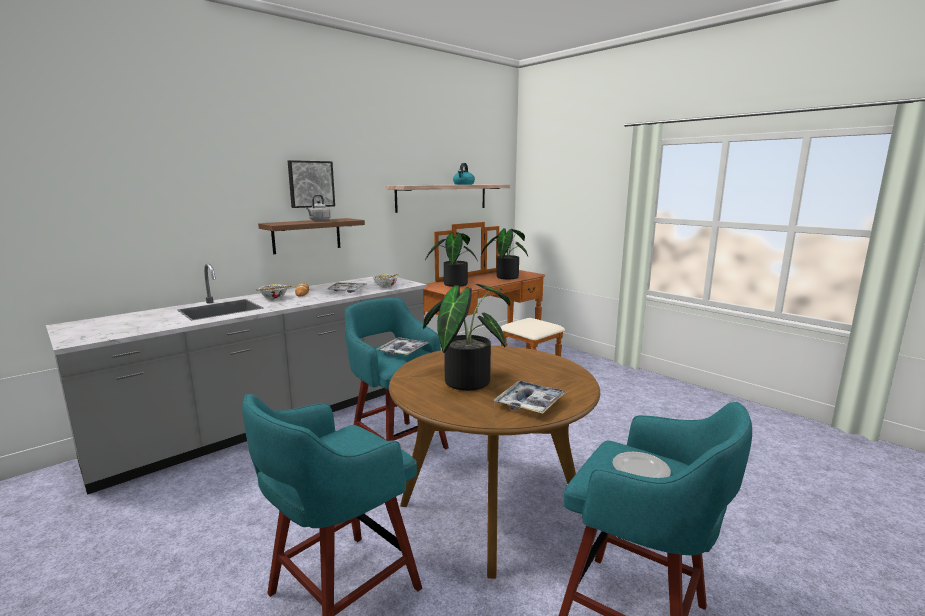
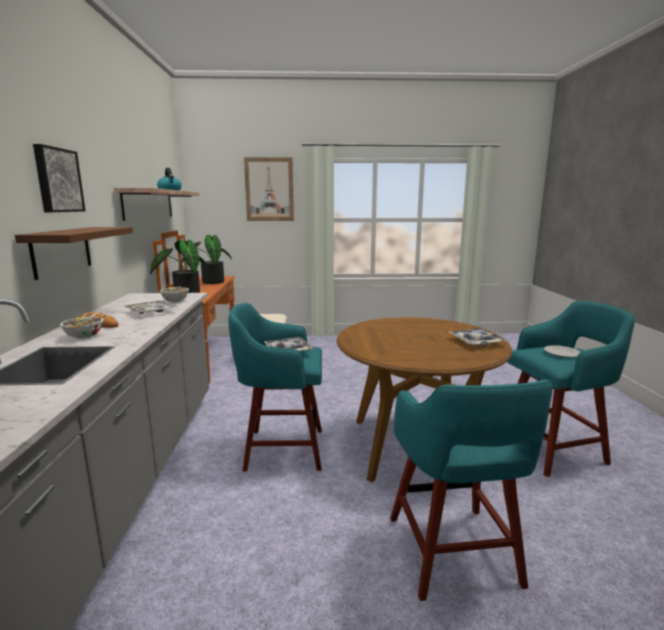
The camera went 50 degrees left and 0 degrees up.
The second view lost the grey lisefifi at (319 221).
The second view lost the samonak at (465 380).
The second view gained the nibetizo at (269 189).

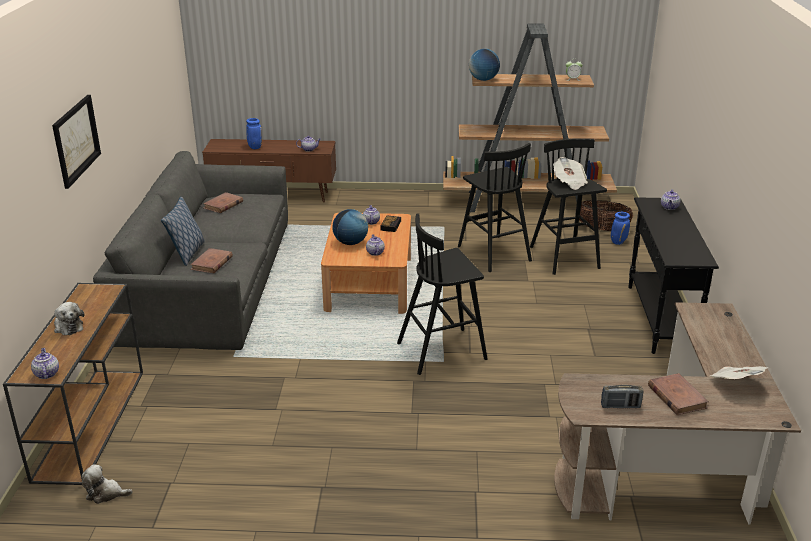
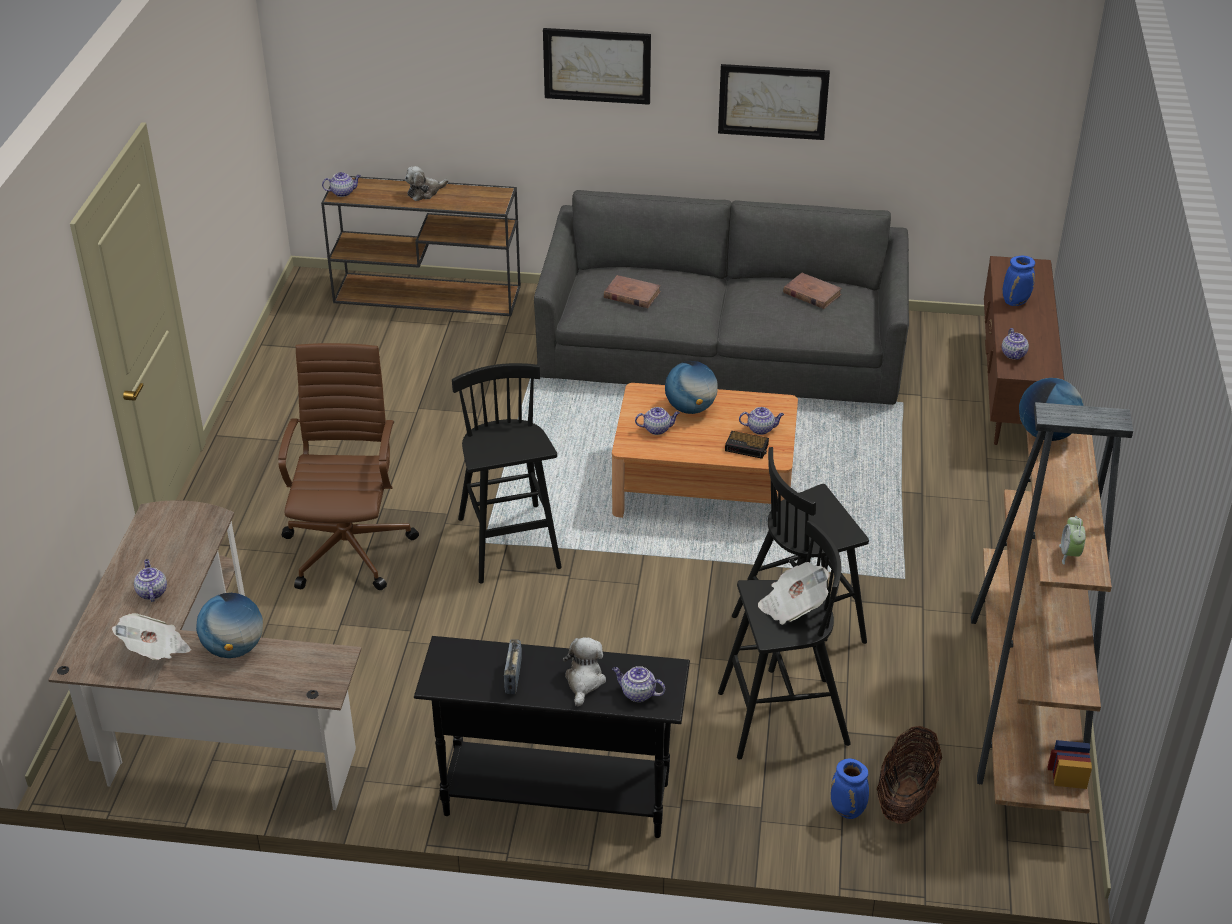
The camera went 95 degrees right and 10 degrees up.
The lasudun ended up elsewhere, having gone from (105 493) to (584 681).
The second view lost the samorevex at (187 253).
The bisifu ended up elsewhere, having gone from (620 406) to (513 677).
Where the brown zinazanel stood at (676 396), the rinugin came to stand at (151 592).
The second view gained the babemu at (234 648).
The second view gained the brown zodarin at (349 547).
The second view gained the nibetizo at (773 101).

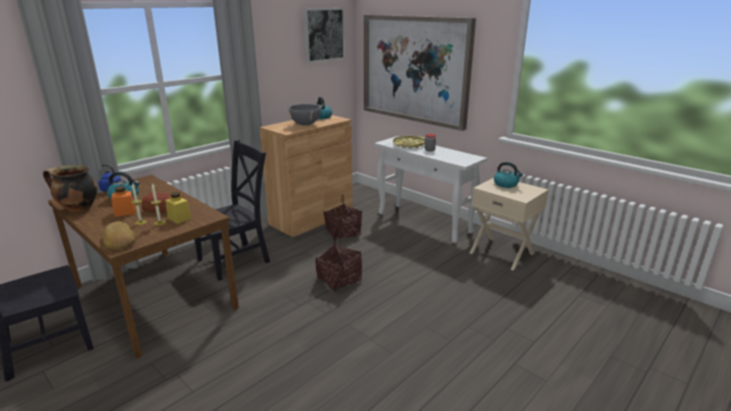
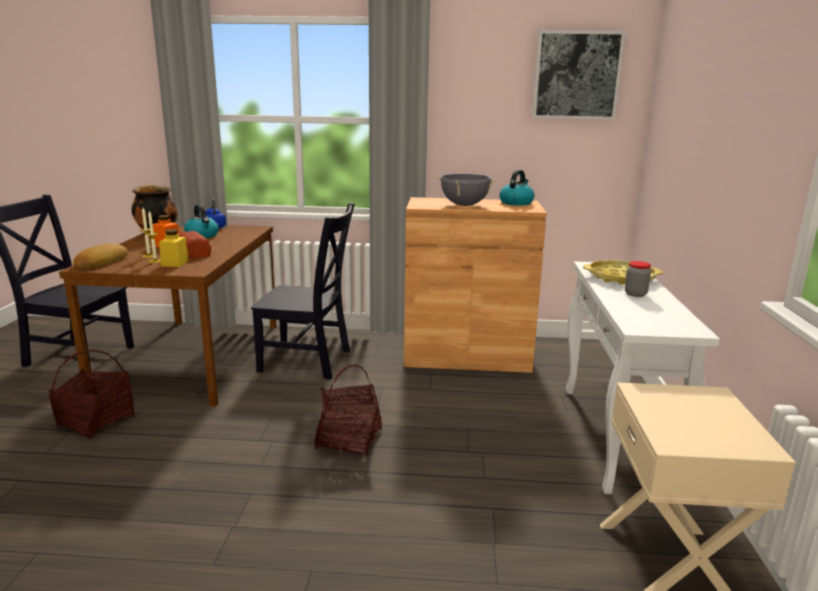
The camera went 50 degrees right and 5 degrees down.
The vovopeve ended up elsewhere, having gone from (343 232) to (97 421).
The second view lost the nibetizo at (415 69).
The second view lost the lisefifi at (506 184).

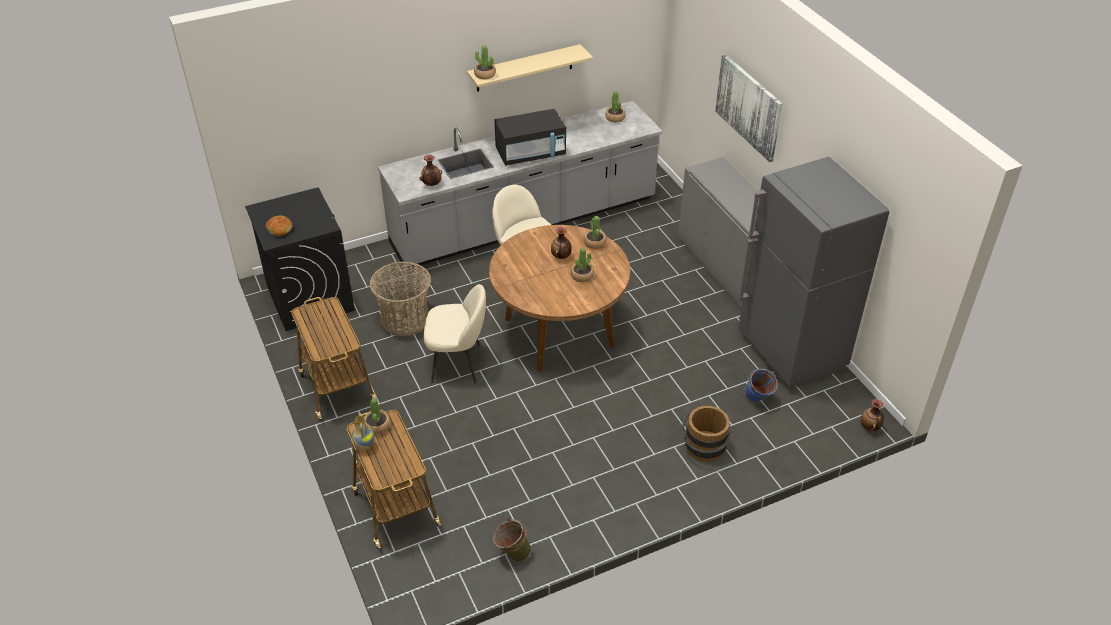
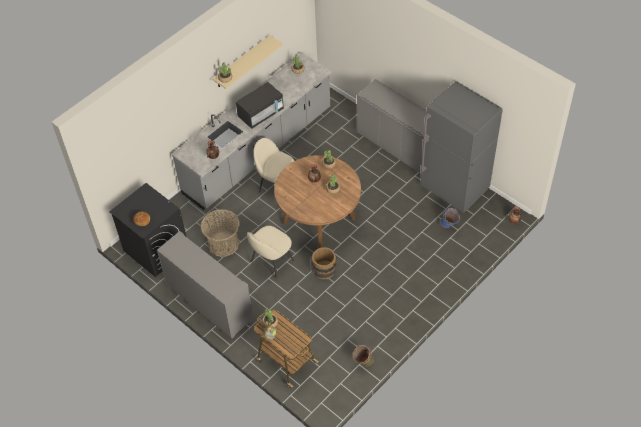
The camera went 20 degrees left and 10 degrees up.
Where the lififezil stood at (337 387), the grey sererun came to stand at (209 302).
The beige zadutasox at (458 363) ended up facing another way, 150 degrees clockwise from before.
The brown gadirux ended up elsewhere, having gone from (703 450) to (324 272).
The second view lost the nibetizo at (748 107).

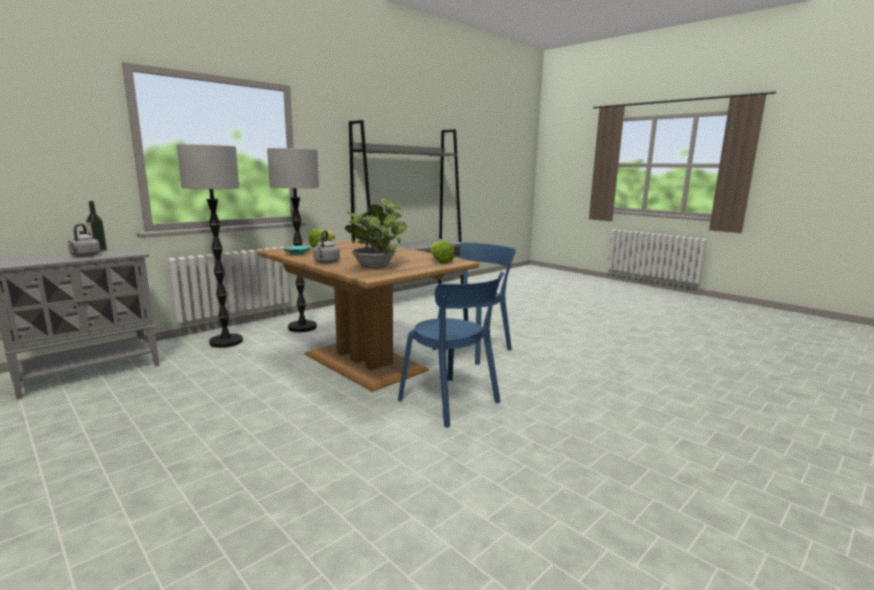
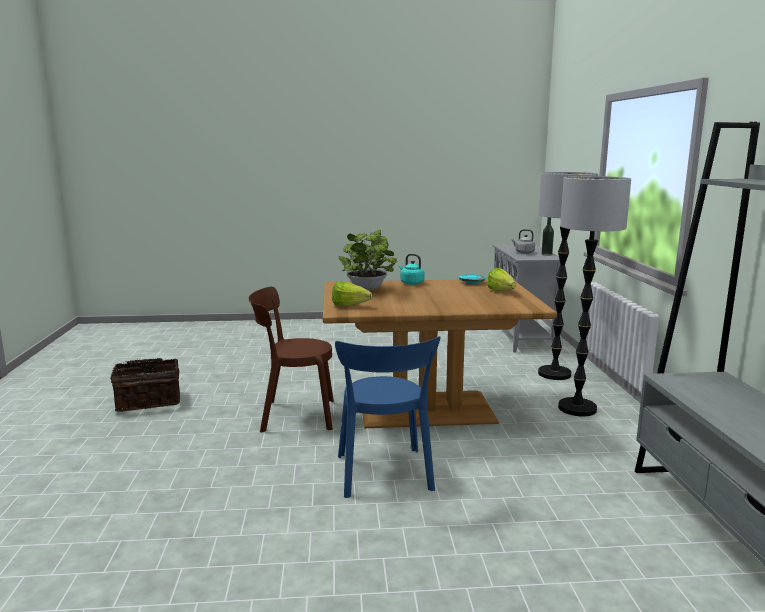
The camera went 130 degrees right and 0 degrees up.
What was the grey lisefifi at (326 262) turned into the turquoise lisefifi at (411 283).
What was the blue zadutasox at (452 402) turned into the brown zadutasox at (293 415).
The second view gained the vovopeve at (149 401).

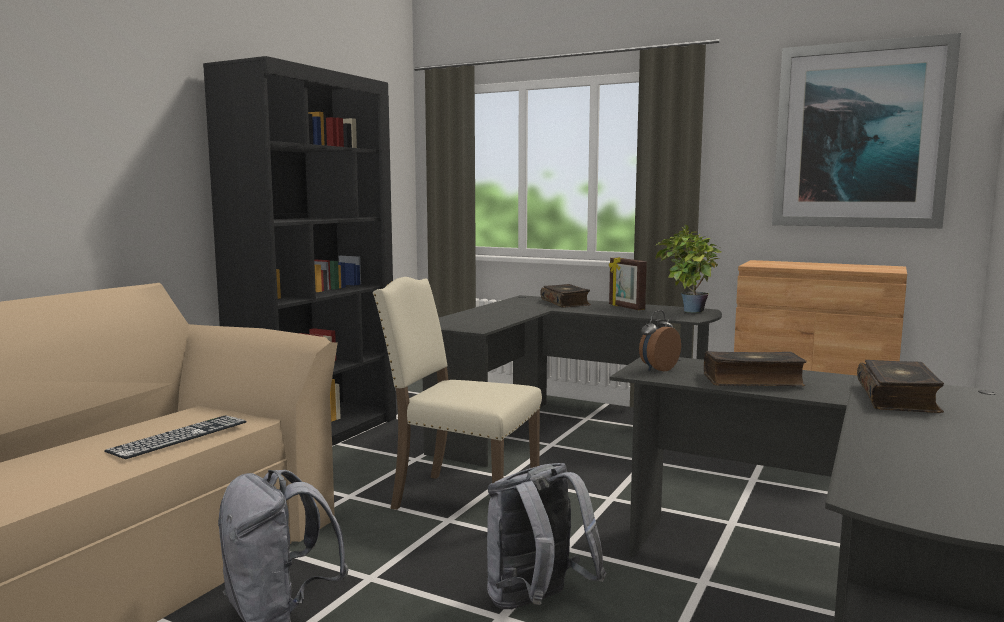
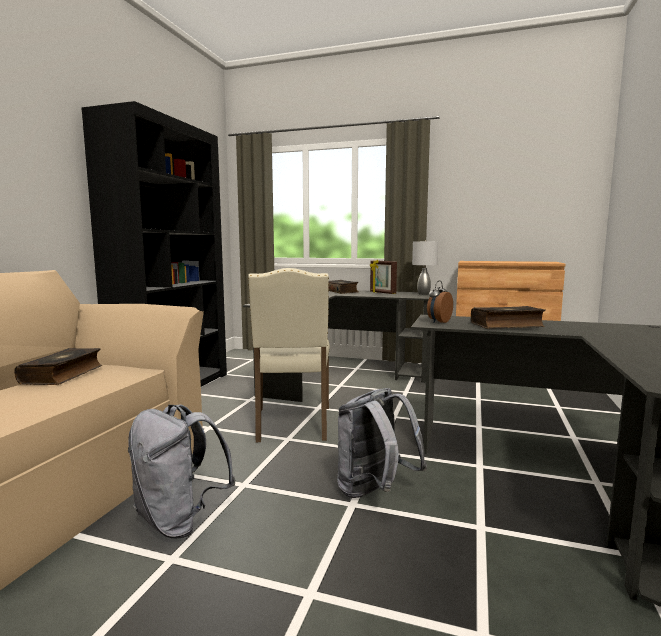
The camera went 10 degrees left and 0 degrees up.
The second view lost the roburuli at (179 436).
The beige zadutasox at (461 499) ended up facing another way, 105 degrees counterclockwise from before.
Where the samonak stood at (687 311), the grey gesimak came to stand at (423 294).
The second view lost the nibetizo at (860 136).
The zinazanel ended up elsewhere, having gone from (898 398) to (63 375).

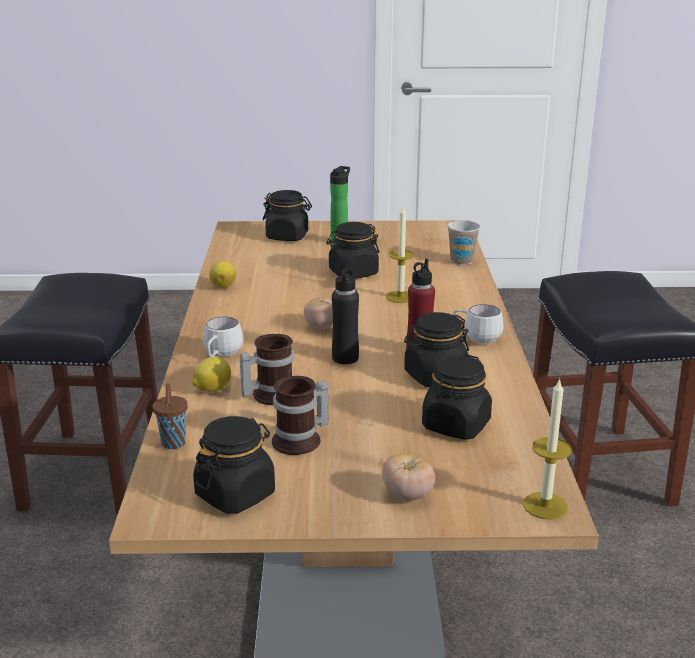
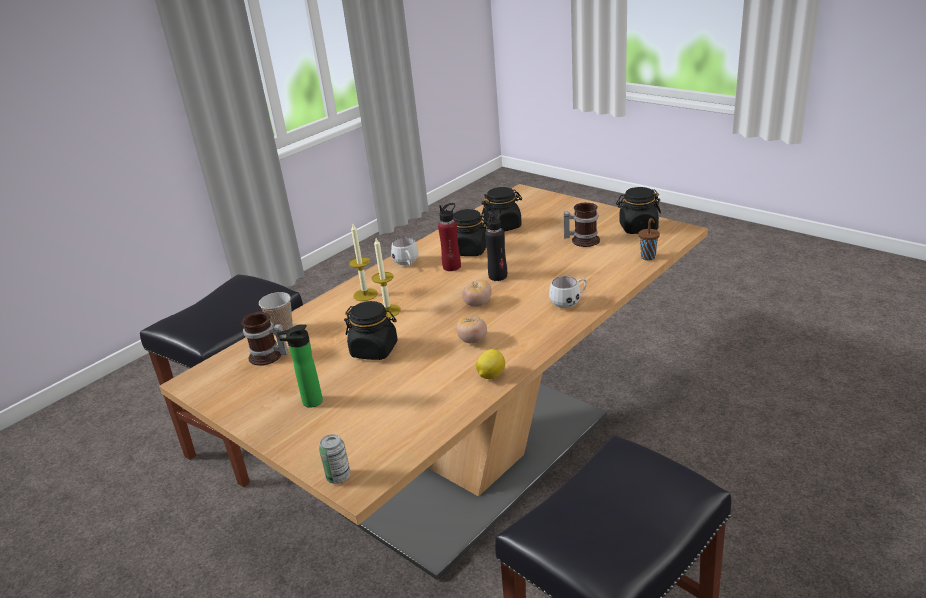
The camera went 135 degrees left and 5 degrees up.
The second view lost the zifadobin at (212 389).
The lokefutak ended up elsewhere, having gone from (270 394) to (268 357).
The second view lost the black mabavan at (287 236).
The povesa ended up elsewhere, having gone from (407 495) to (472 340).
The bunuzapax ended up elsewhere, having gone from (545 505) to (365 295).
The second view gained the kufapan at (338 477).

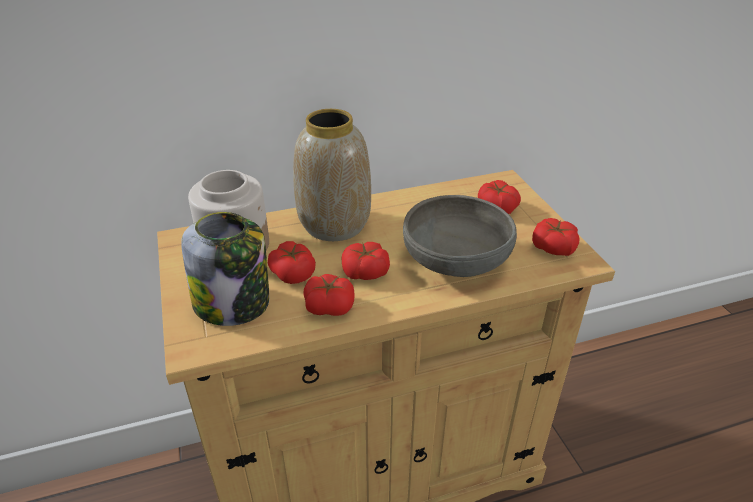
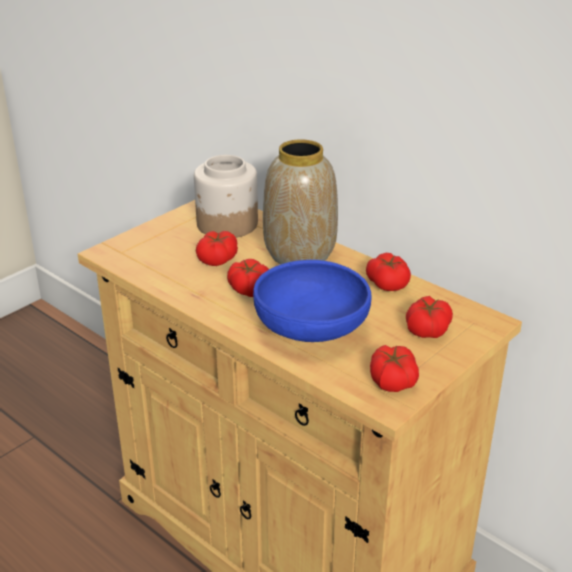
The camera went 60 degrees right and 5 degrees down.
The second view lost the mabavan at (234 303).
The povesa ended up elsewhere, having gone from (329 306) to (387 283).
What was the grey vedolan at (455 260) turned into the blue vedolan at (310 328).

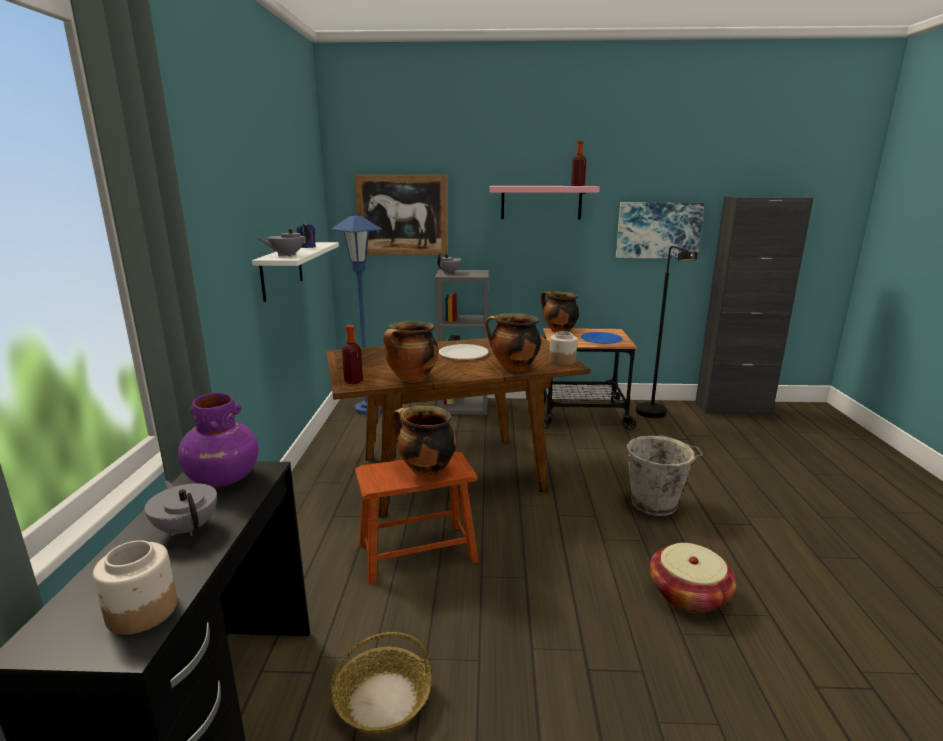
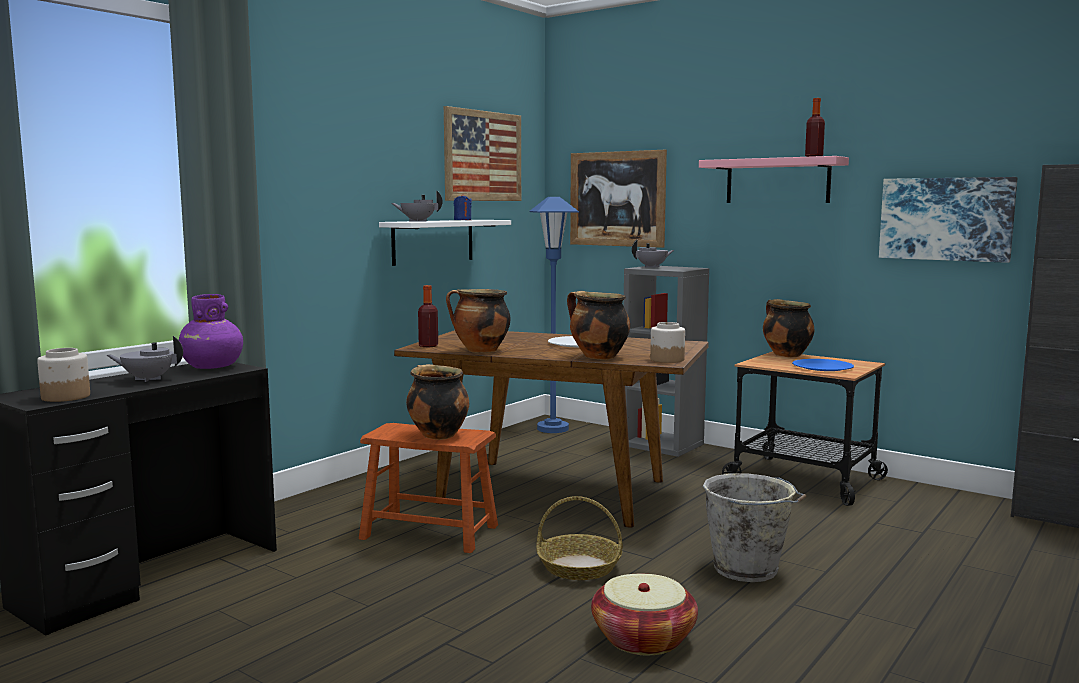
The camera went 35 degrees right and 10 degrees down.
The grey rinugin at (187 528) ended up facing another way, 90 degrees counterclockwise from before.
The vovopeve ended up elsewhere, having gone from (383 700) to (579 567).
The second view lost the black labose at (655 416).
The second view gained the nibetizo at (483 156).

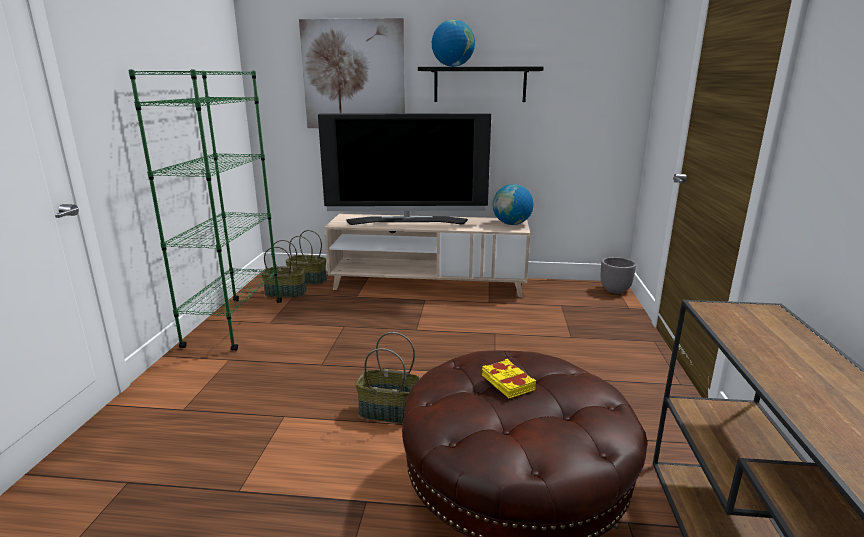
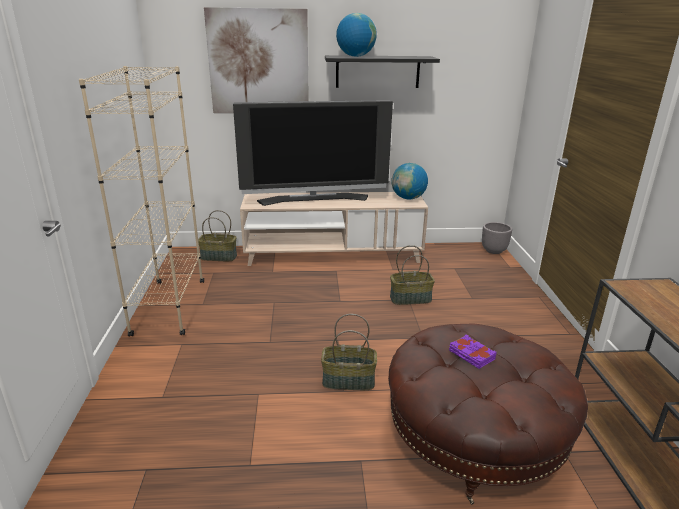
The camera went 10 degrees left and 5 degrees up.
What was the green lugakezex at (234 323) turned into the beige lugakezex at (169 307).
The vovopeve ended up elsewhere, having gone from (286 293) to (410 298).
What was the yellow zinazanel at (507 383) turned into the purple zinazanel at (471 355).

